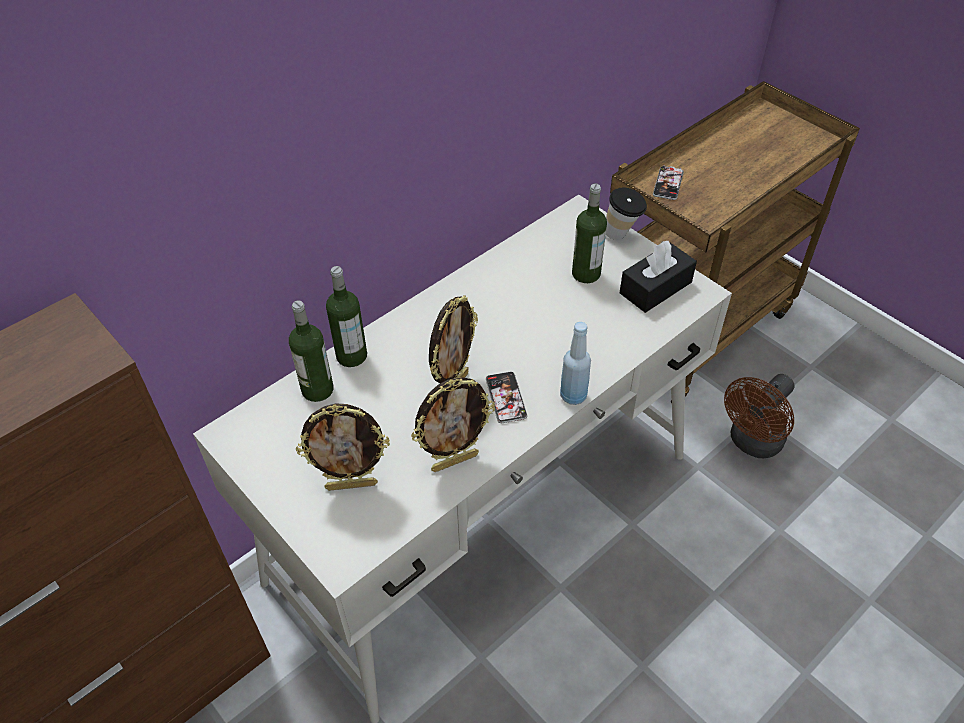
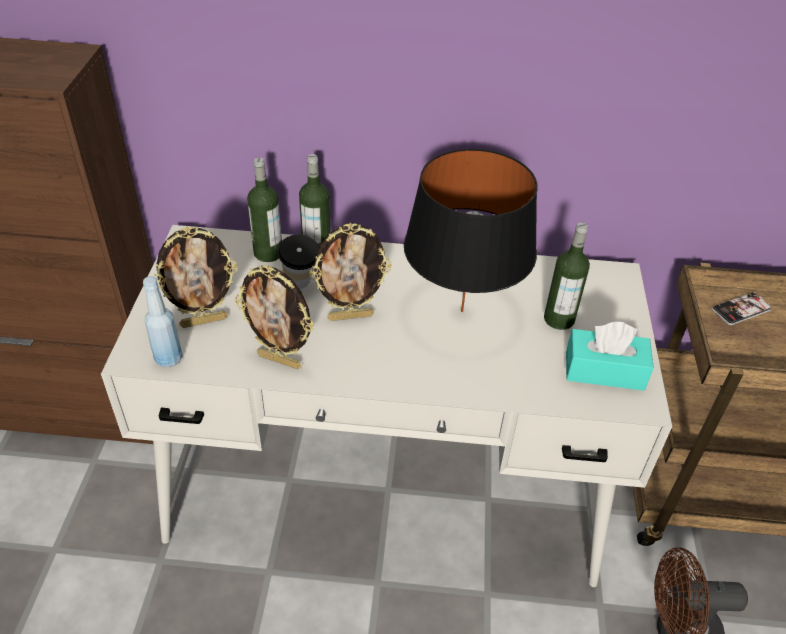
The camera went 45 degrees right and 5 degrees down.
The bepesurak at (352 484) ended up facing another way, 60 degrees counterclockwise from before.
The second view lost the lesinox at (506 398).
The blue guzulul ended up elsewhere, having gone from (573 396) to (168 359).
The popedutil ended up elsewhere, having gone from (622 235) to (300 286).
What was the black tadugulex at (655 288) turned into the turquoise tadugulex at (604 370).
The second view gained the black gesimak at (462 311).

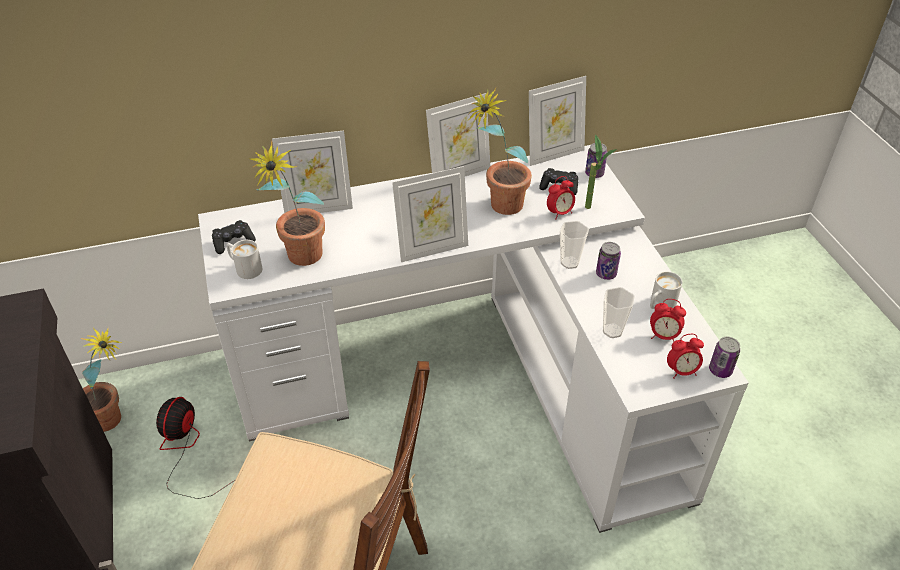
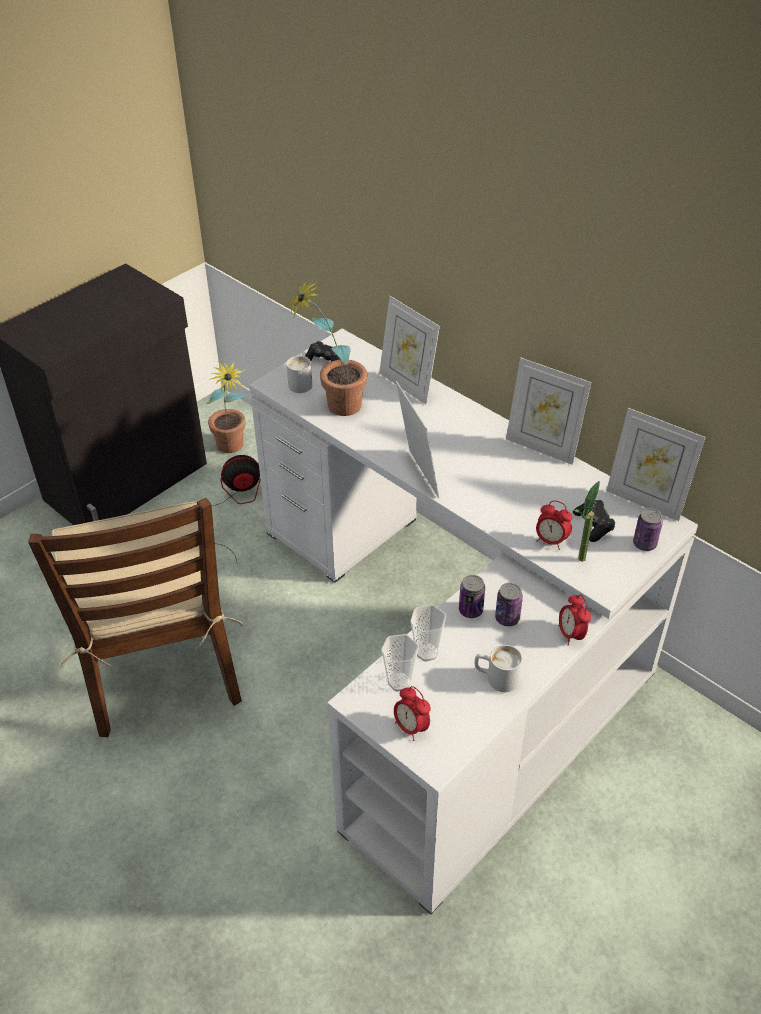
The camera went 60 degrees right and 0 degrees up.
The bepesurak at (432 249) ended up facing another way, 150 degrees counterclockwise from before.
The second view lost the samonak at (498 208).
The popedutil ended up elsewhere, having gone from (569 262) to (399 682).
The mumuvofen ended up elsewhere, having gone from (663 336) to (571 634).
The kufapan ended up elsewhere, having gone from (720 370) to (470 610).

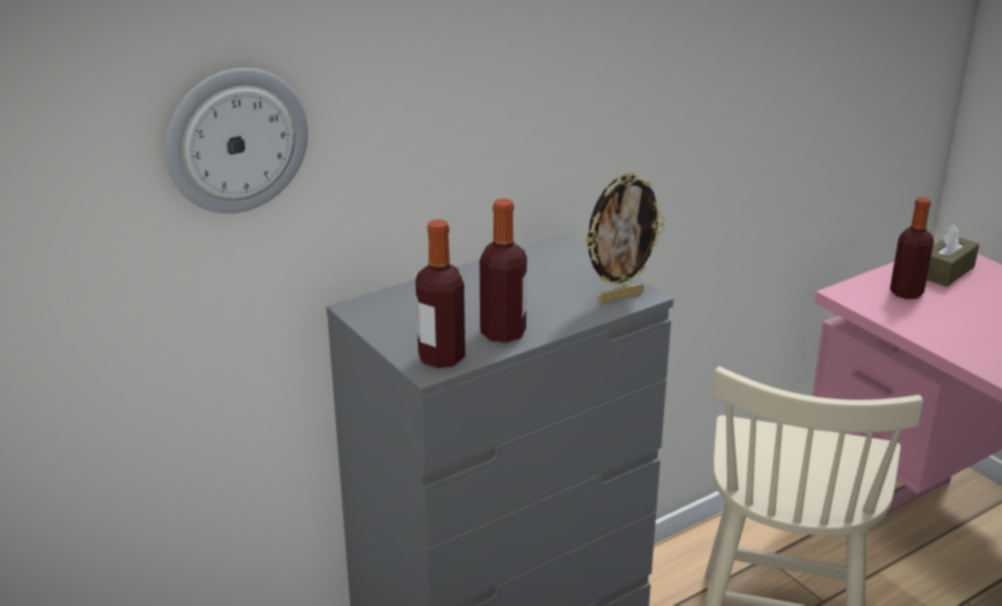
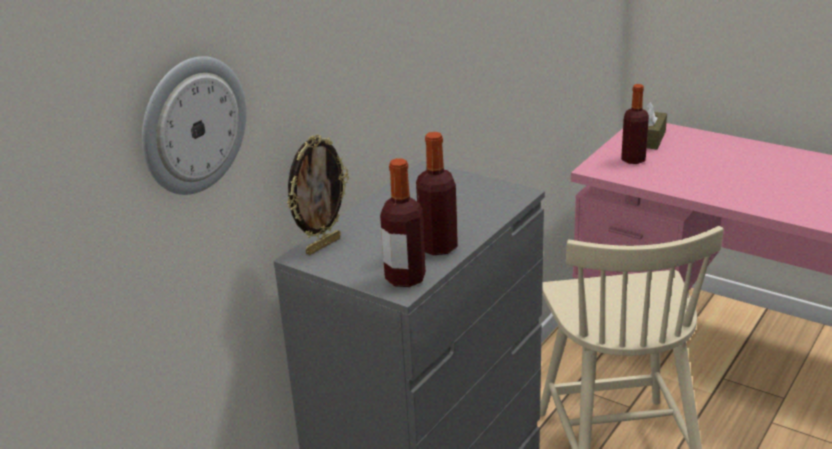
The camera went 20 degrees left and 0 degrees up.
The bepesurak ended up elsewhere, having gone from (620 297) to (322 245).

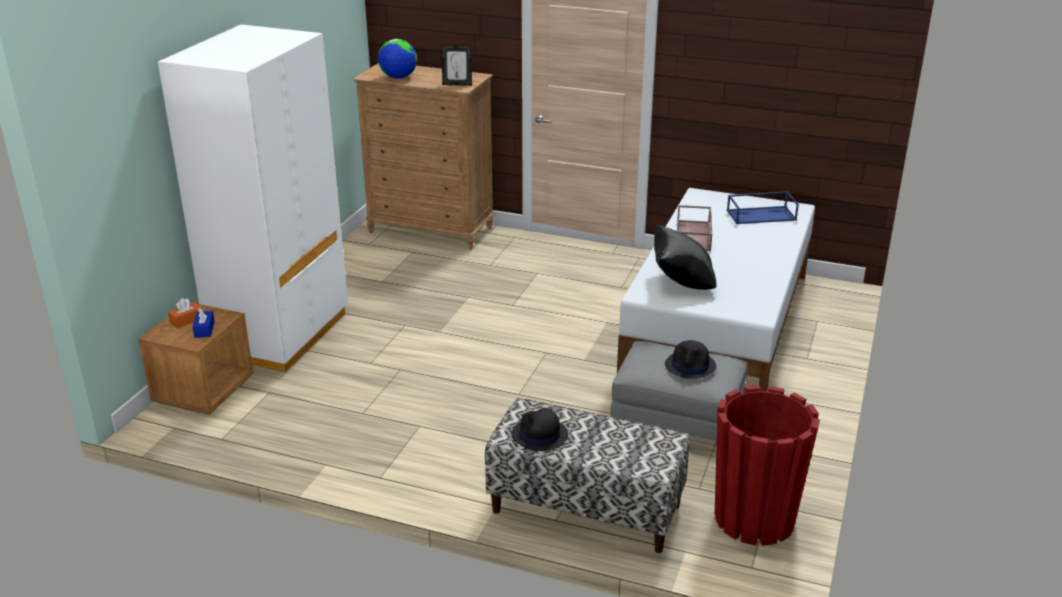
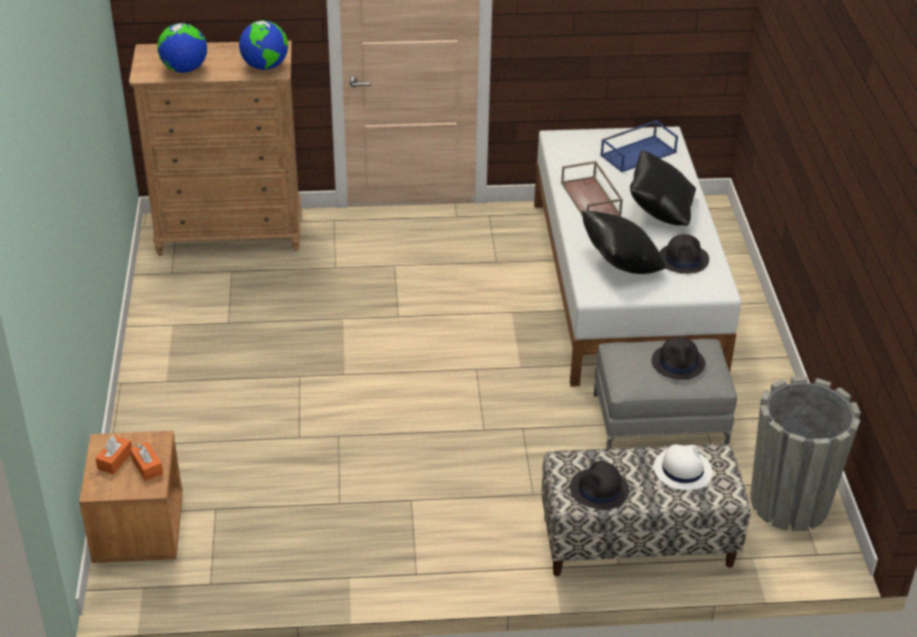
The camera went 25 degrees left and 10 degrees up.
The second view lost the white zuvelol at (281 334).
What was the blue tadugulex at (204 329) turned into the orange tadugulex at (147 466).
Where the bepesurak stood at (457 84), the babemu came to stand at (265 67).
What was the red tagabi at (754 518) turned into the grey tagabi at (789 502).
The second view gained the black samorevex at (660 211).
The second view gained the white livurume at (682 470).
The second view gained the black livurume at (683 259).

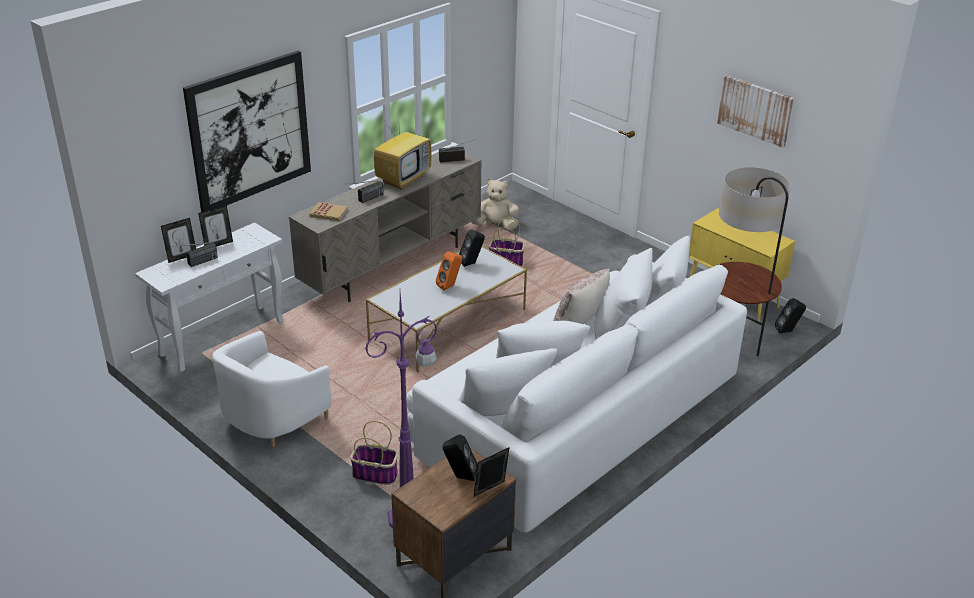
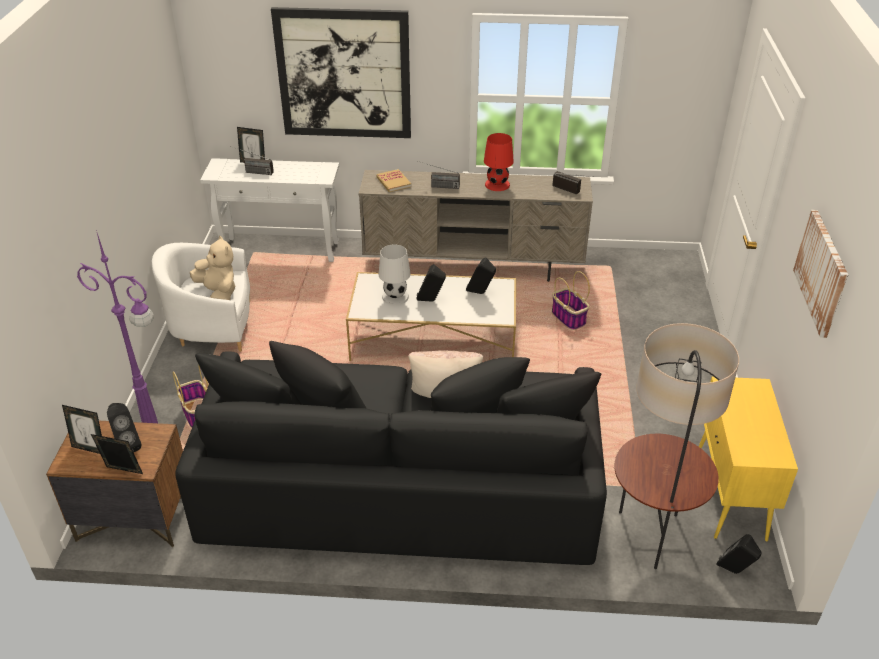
The camera went 50 degrees right and 5 degrees up.
The bepesurak ended up elsewhere, having gone from (218 244) to (90 448).
Where the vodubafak stood at (403 179), the red gesimak came to stand at (497 184).
What was the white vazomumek at (575 412) turned into the black vazomumek at (401 483).
What was the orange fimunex at (450 286) turned into the black fimunex at (431 301).
The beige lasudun ended up elsewhere, having gone from (495 226) to (218 293).
The second view gained the white gesimak at (395 297).

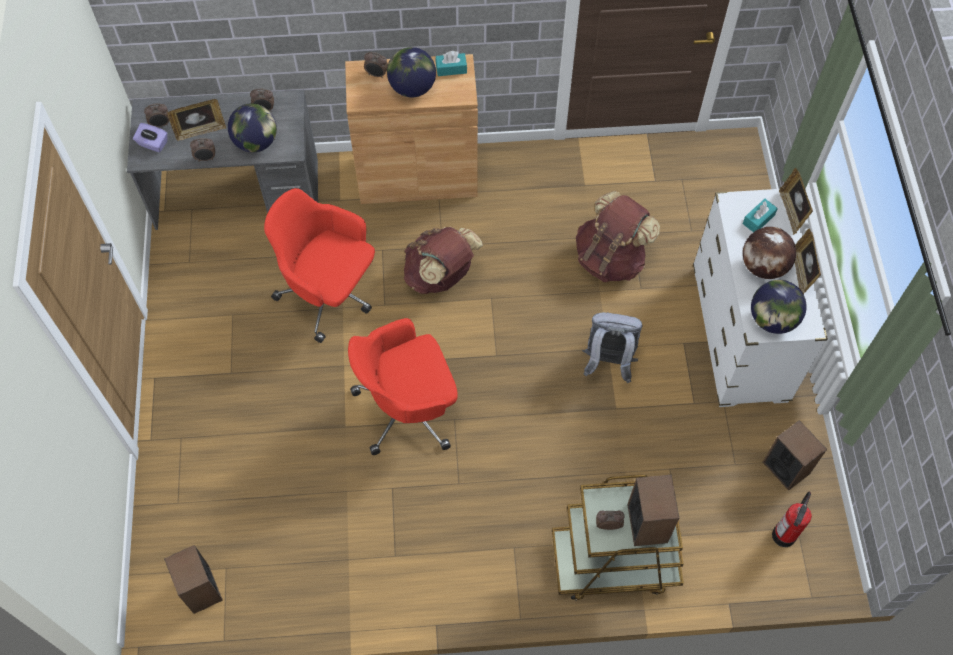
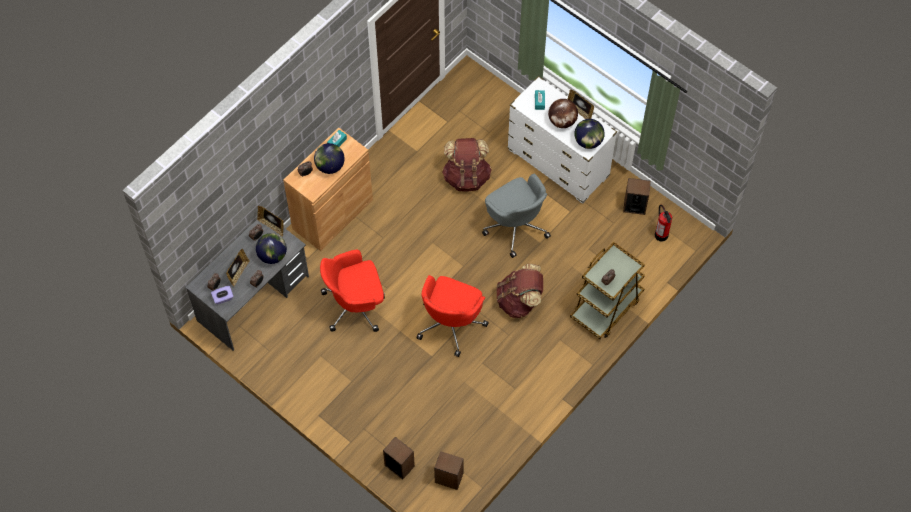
The camera went 45 degrees left and 0 degrees up.
The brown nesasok ended up elsewhere, having gone from (440 276) to (519 301).
Where the grey nesasok stood at (608 362), the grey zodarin came to stand at (515 225).
The fimunex ended up elsewhere, having gone from (647 523) to (399 465).
The bepesurak ended up elsewhere, having gone from (791 212) to (272 226).

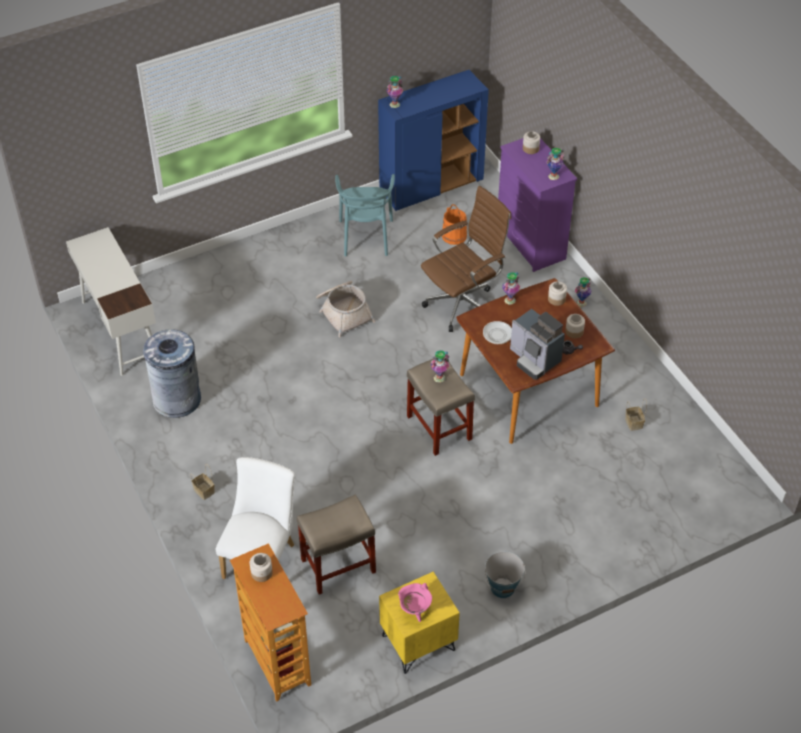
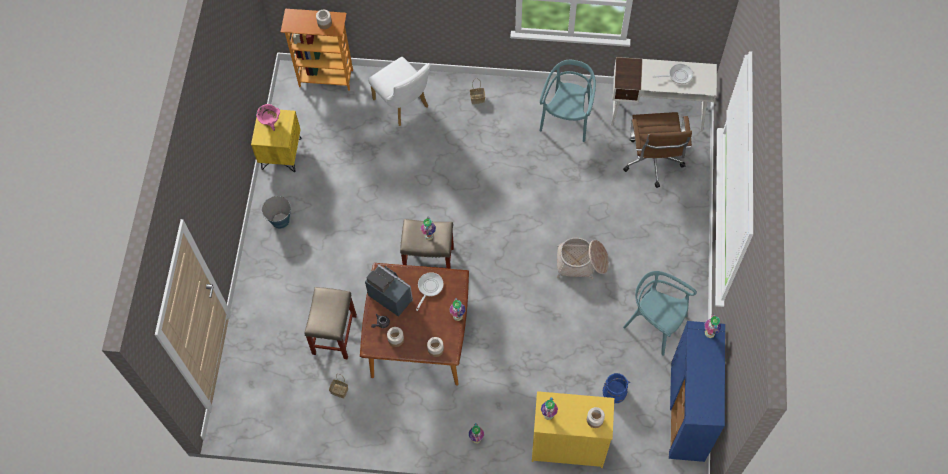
The camera went 125 degrees right and 15 degrees up.
Where the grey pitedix stood at (177 399), the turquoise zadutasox came to stand at (567 119).
The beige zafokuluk ended up elsewhere, having gone from (337 566) to (334 334).
The brown zodarin ended up elsewhere, having gone from (463 304) to (653 163).
What was the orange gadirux at (454 236) turned into the blue gadirux at (614 391).
What was the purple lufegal at (530 243) turned into the yellow lufegal at (567 446).
The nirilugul at (534 359) ended up facing another way, 45 degrees clockwise from before.
The second view gained the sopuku at (678 75).

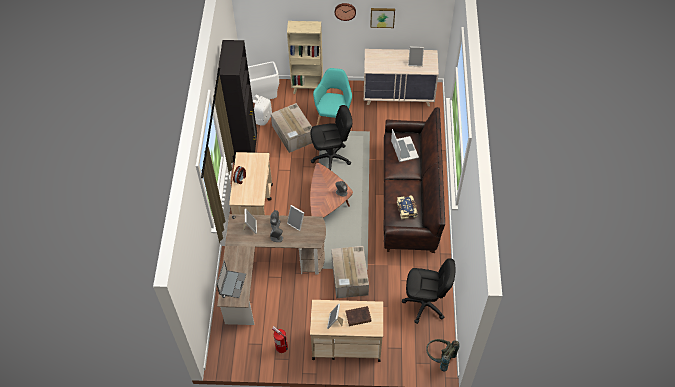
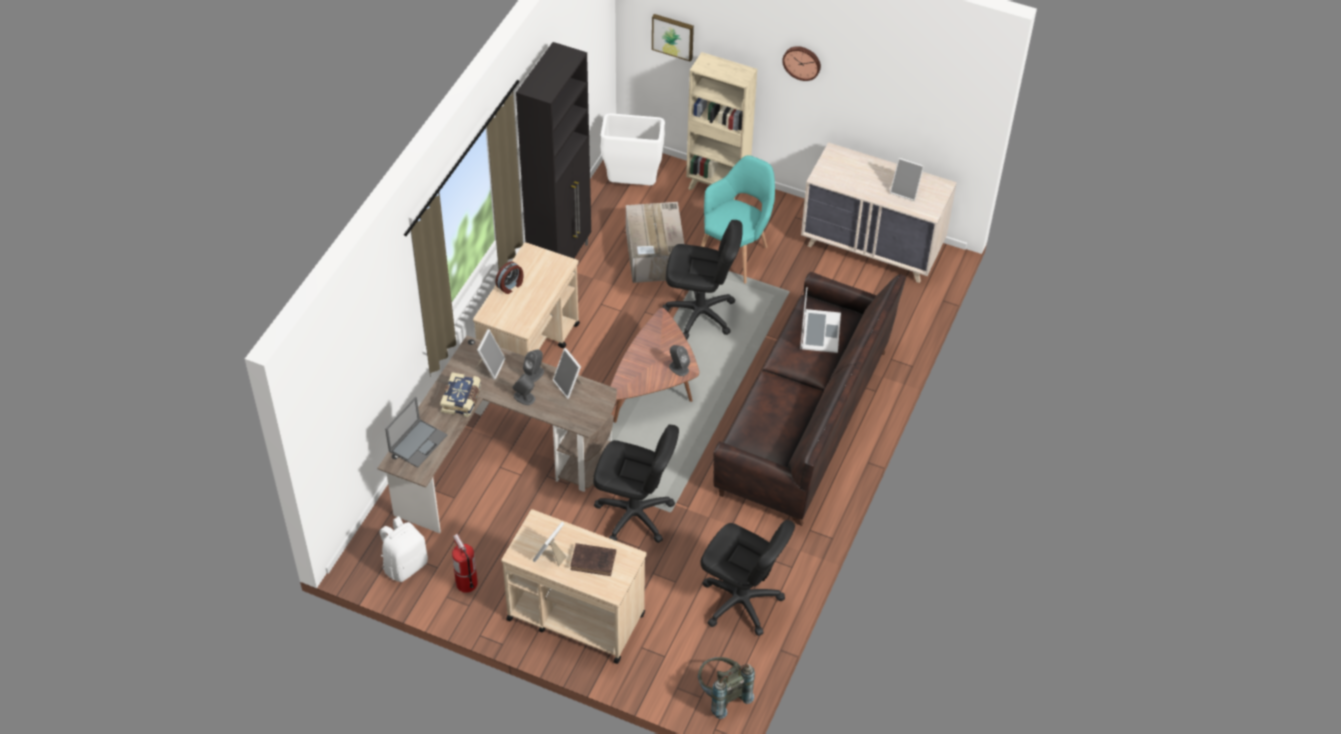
The camera went 20 degrees right and 5 degrees down.
The white nesasok ended up elsewhere, having gone from (262 118) to (405 565).
Where the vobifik stood at (350 277), the black zodarin came to stand at (634 515).
The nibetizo ended up elsewhere, having gone from (382 17) to (673 36).
The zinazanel ended up elsewhere, having gone from (407 209) to (462 400).

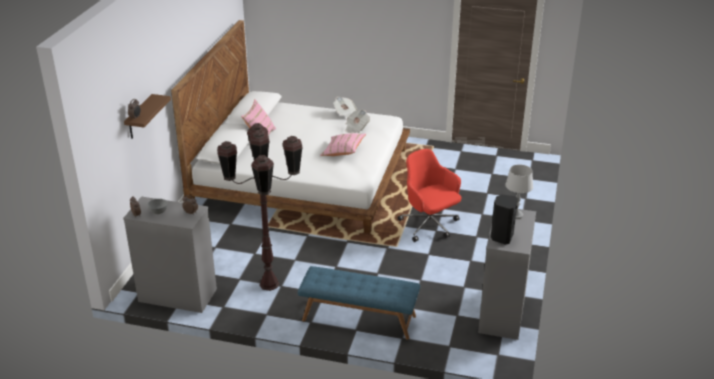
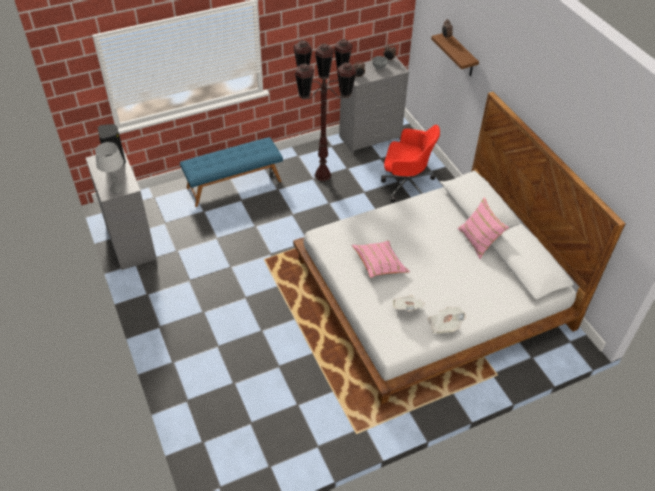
The camera went 140 degrees right and 15 degrees up.
The red zodarin ended up elsewhere, having gone from (429 226) to (406 185).

